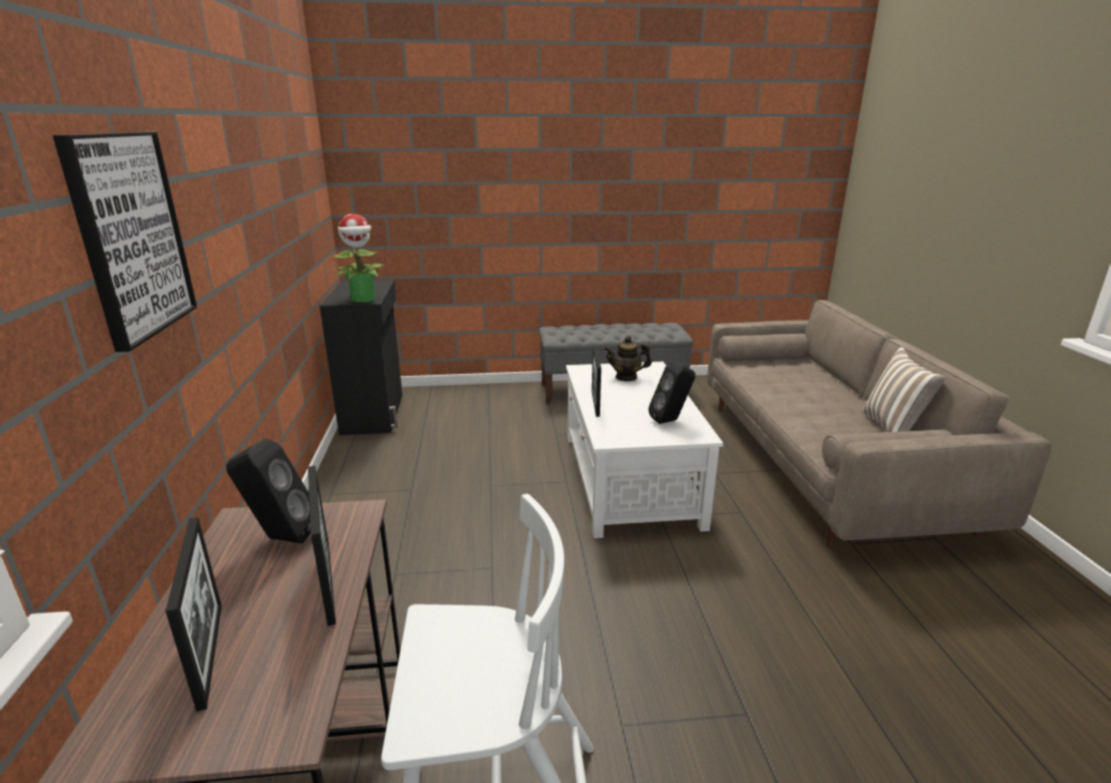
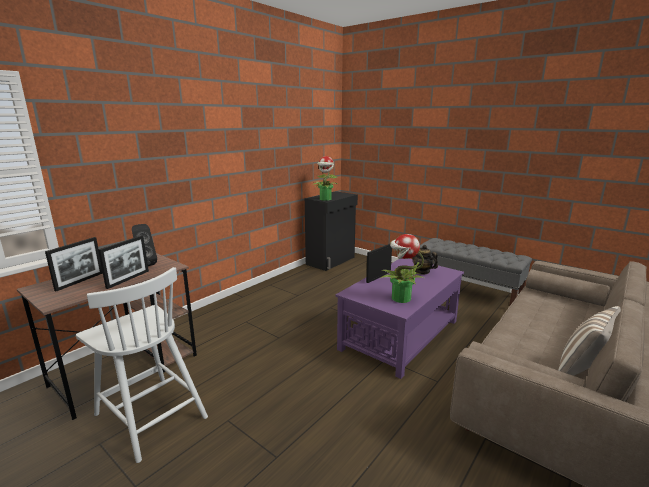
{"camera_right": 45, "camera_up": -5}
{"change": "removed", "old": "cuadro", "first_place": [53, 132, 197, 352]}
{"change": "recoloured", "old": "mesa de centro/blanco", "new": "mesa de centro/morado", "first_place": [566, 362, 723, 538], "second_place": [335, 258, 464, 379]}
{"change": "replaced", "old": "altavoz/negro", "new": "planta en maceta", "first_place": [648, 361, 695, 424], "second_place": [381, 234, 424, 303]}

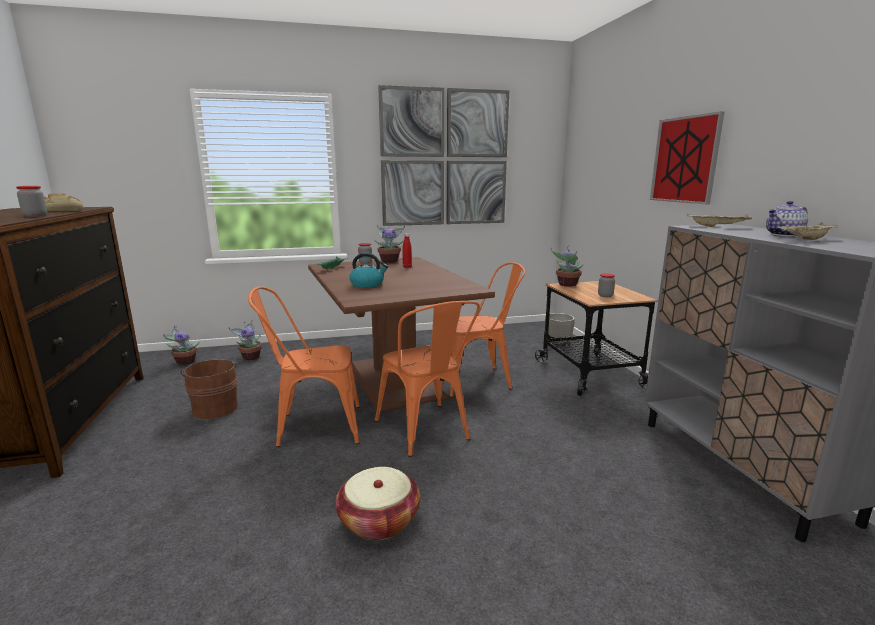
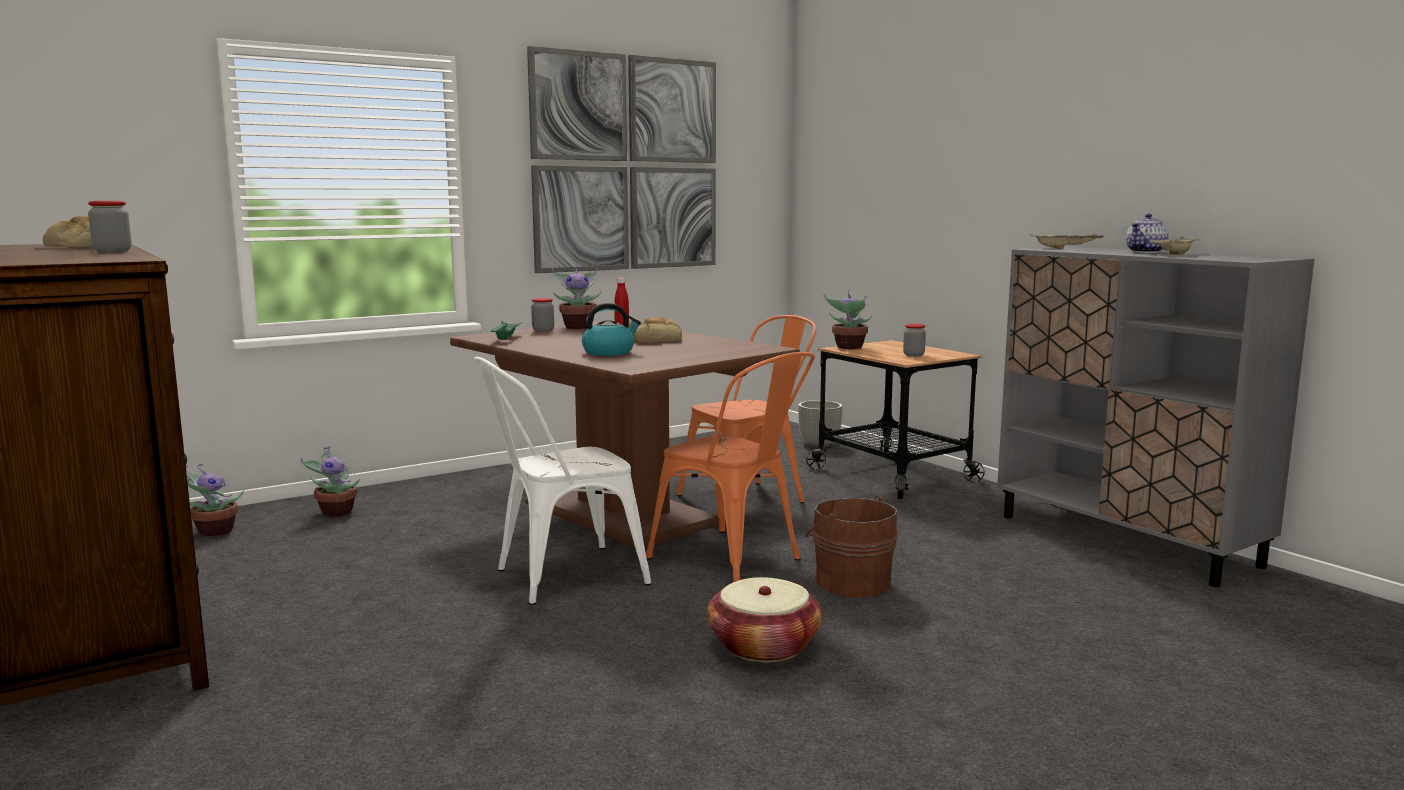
{"camera_right": -20, "camera_up": -5}
{"change": "moved", "old": "cubo/marrón", "first_place": [180, 359, 238, 419], "second_place": [805, 496, 898, 598]}
{"change": "recoloured", "old": "silla/naranja", "new": "silla/blanco", "first_place": [248, 286, 360, 447], "second_place": [474, 357, 651, 605]}
{"change": "removed", "old": "cuadro", "first_place": [650, 111, 725, 204]}
{"change": "added", "new": "pan", "second_place": [633, 317, 682, 342]}

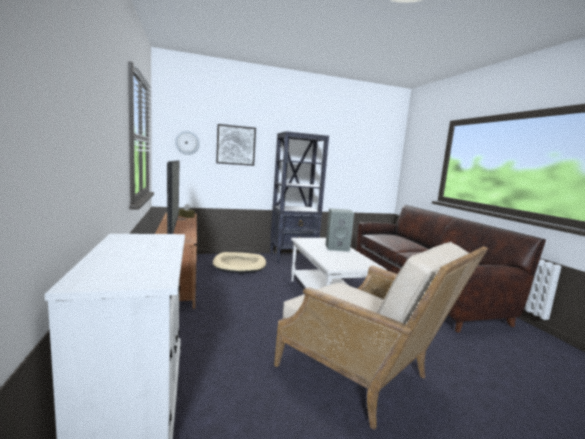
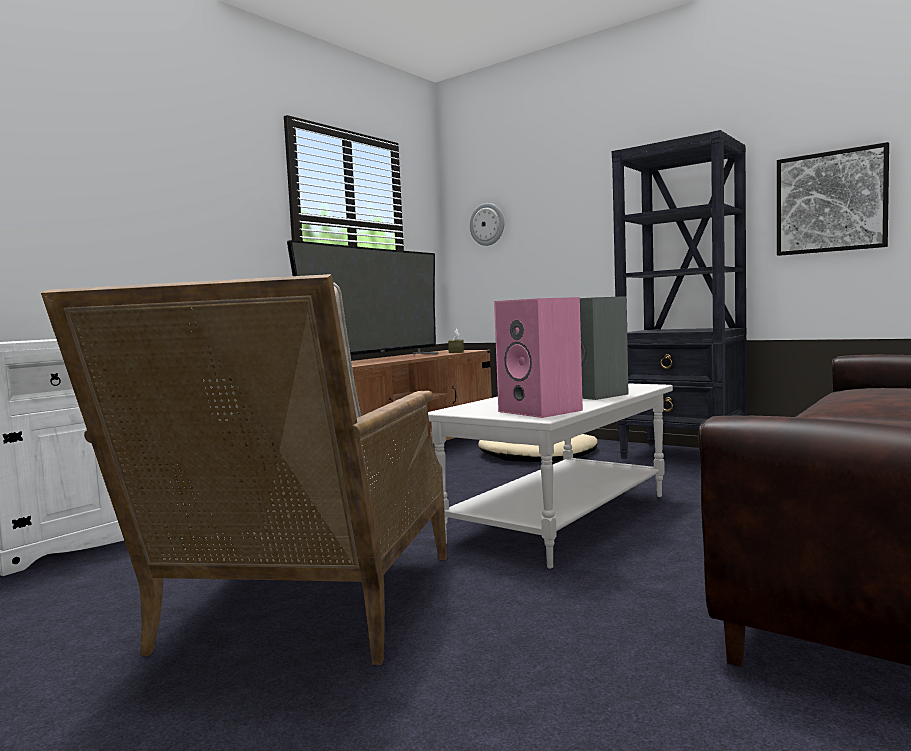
{"camera_right": 55, "camera_up": -5}
{"change": "moved", "old": "cuadro", "first_place": [216, 124, 256, 166], "second_place": [777, 142, 889, 256]}
{"change": "added", "new": "altavoz/rosa", "second_place": [494, 297, 583, 418]}

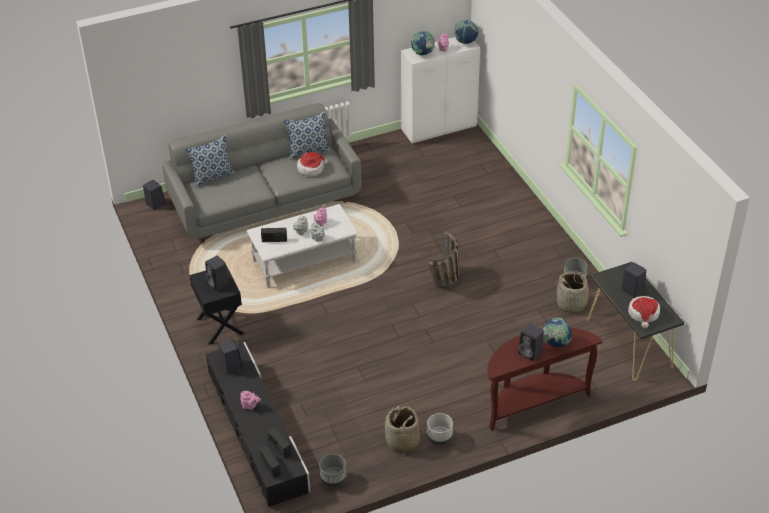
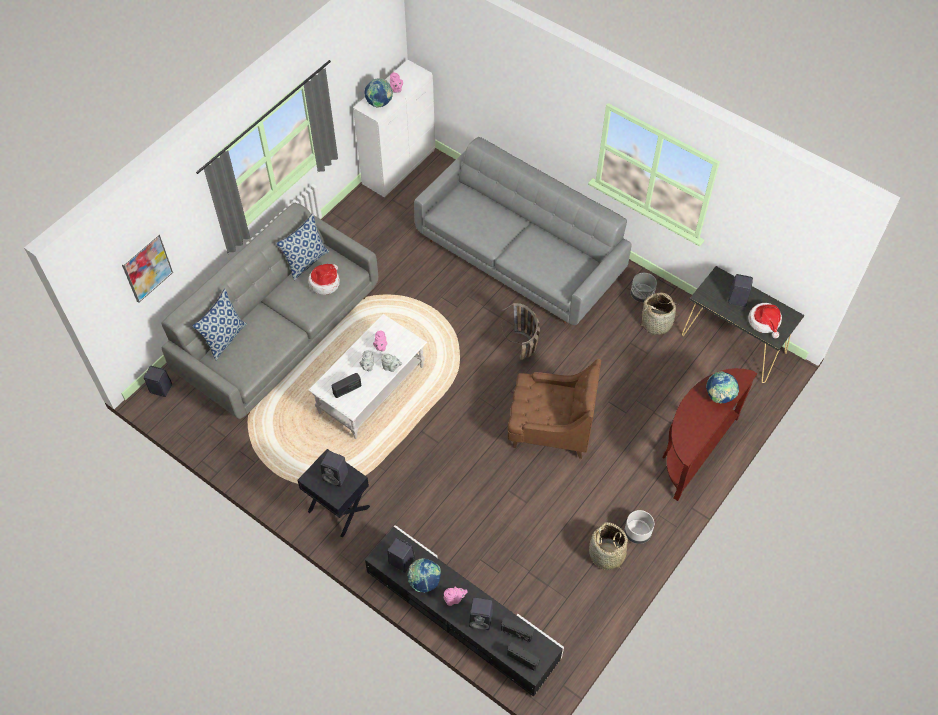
{"camera_right": -30, "camera_up": 15}
{"change": "removed", "old": "maceta/gris", "first_place": [319, 454, 347, 487]}
{"change": "moved", "old": "globo terráqueo", "first_place": [454, 20, 479, 44], "second_place": [407, 558, 441, 593]}
{"change": "moved", "old": "altavoz/negro", "first_place": [518, 323, 544, 361], "second_place": [469, 597, 492, 630]}
{"change": "added", "new": "cuadro", "second_place": [122, 233, 173, 303]}
{"change": "added", "new": "sofá/gris", "second_place": [414, 137, 631, 325]}
{"change": "added", "new": "sillón/marrón", "second_place": [508, 359, 601, 459]}

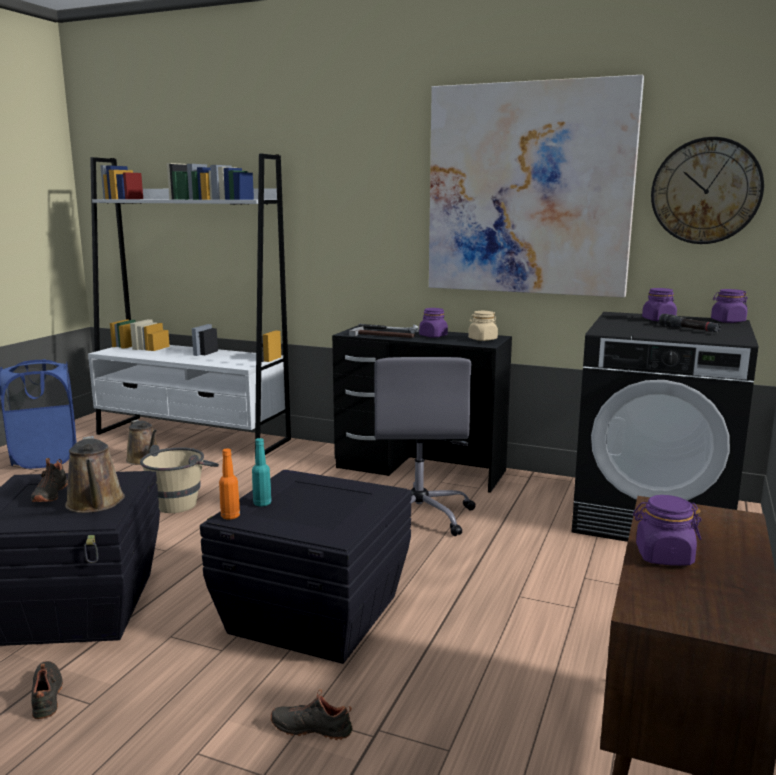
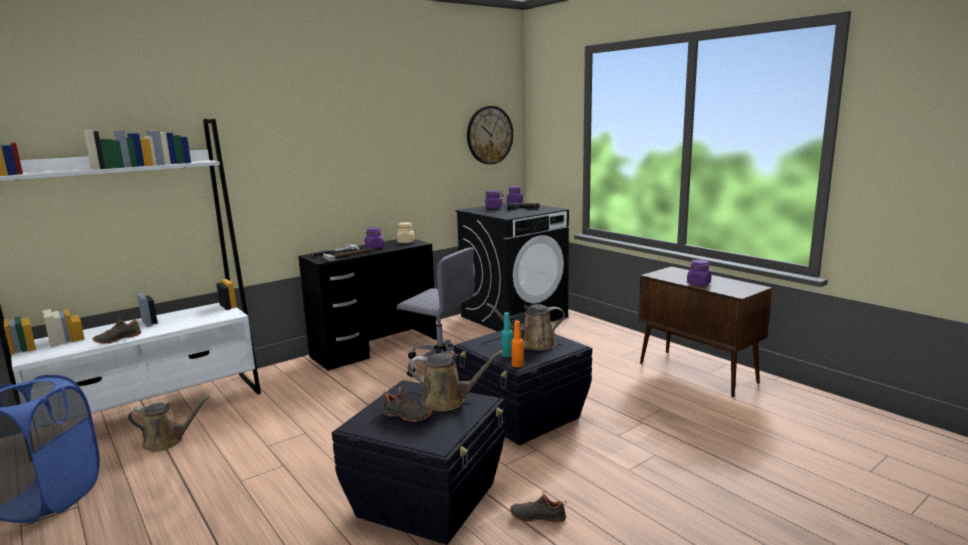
{"camera_right": -60, "camera_up": 0}
{"change": "removed", "old": "cubo/beis", "first_place": [140, 445, 219, 513]}
{"change": "moved", "old": "zapato/negro", "first_place": [271, 689, 353, 740], "second_place": [93, 318, 141, 344]}
{"change": "removed", "old": "cuadro", "first_place": [429, 75, 644, 298]}
{"change": "added", "new": "regadera/marrón", "second_place": [486, 303, 565, 351]}

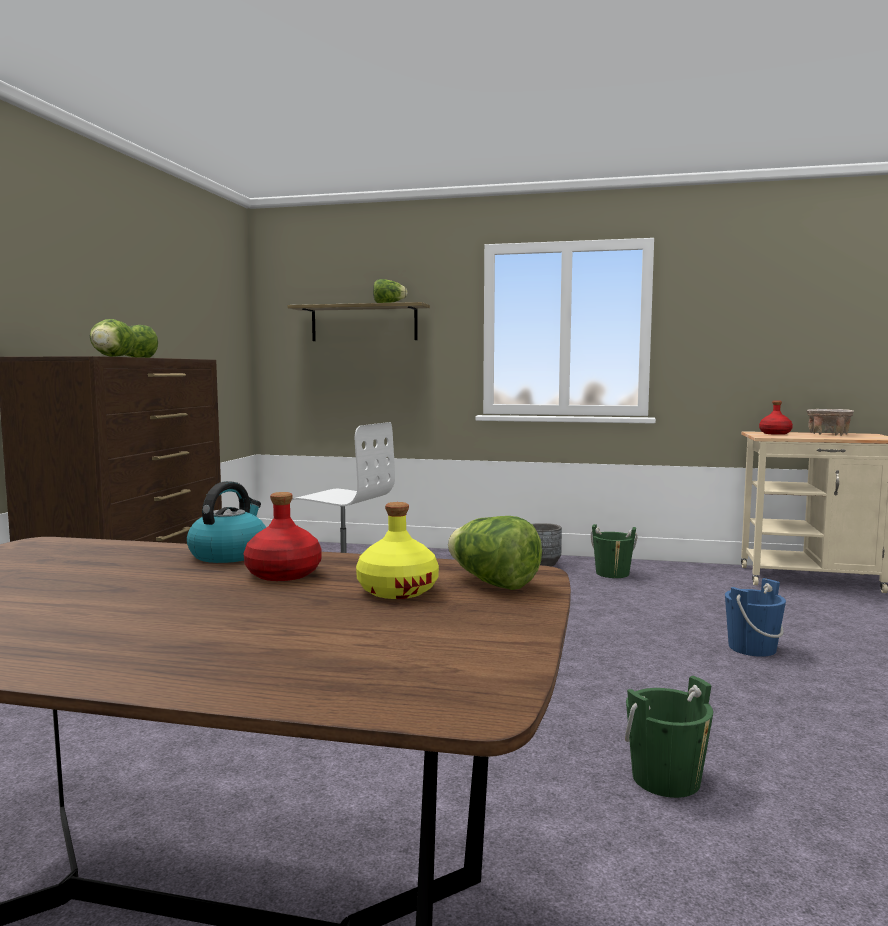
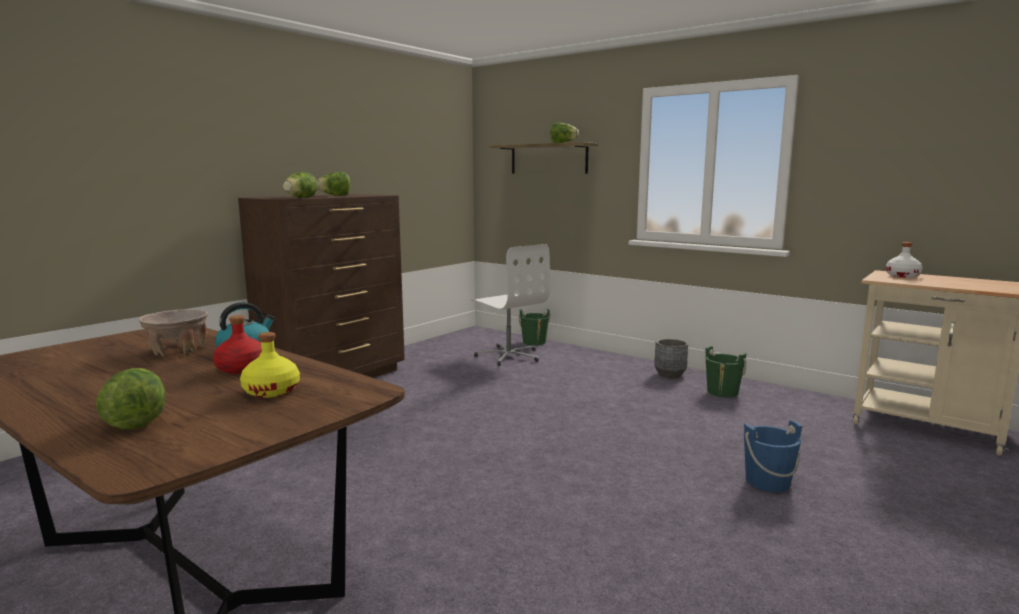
{"camera_right": 25, "camera_up": 5}
{"change": "moved", "old": "lechuga", "first_place": [448, 516, 542, 590], "second_place": [97, 368, 166, 430]}
{"change": "moved", "old": "cubo/verde", "first_place": [625, 676, 713, 798], "second_place": [519, 309, 551, 345]}
{"change": "recoloured", "old": "botella/rojo", "new": "botella/blanco", "first_place": [759, 401, 793, 435], "second_place": [886, 242, 923, 278]}
{"change": "moved", "old": "cuenco/beis", "first_place": [806, 409, 854, 436], "second_place": [139, 309, 208, 357]}

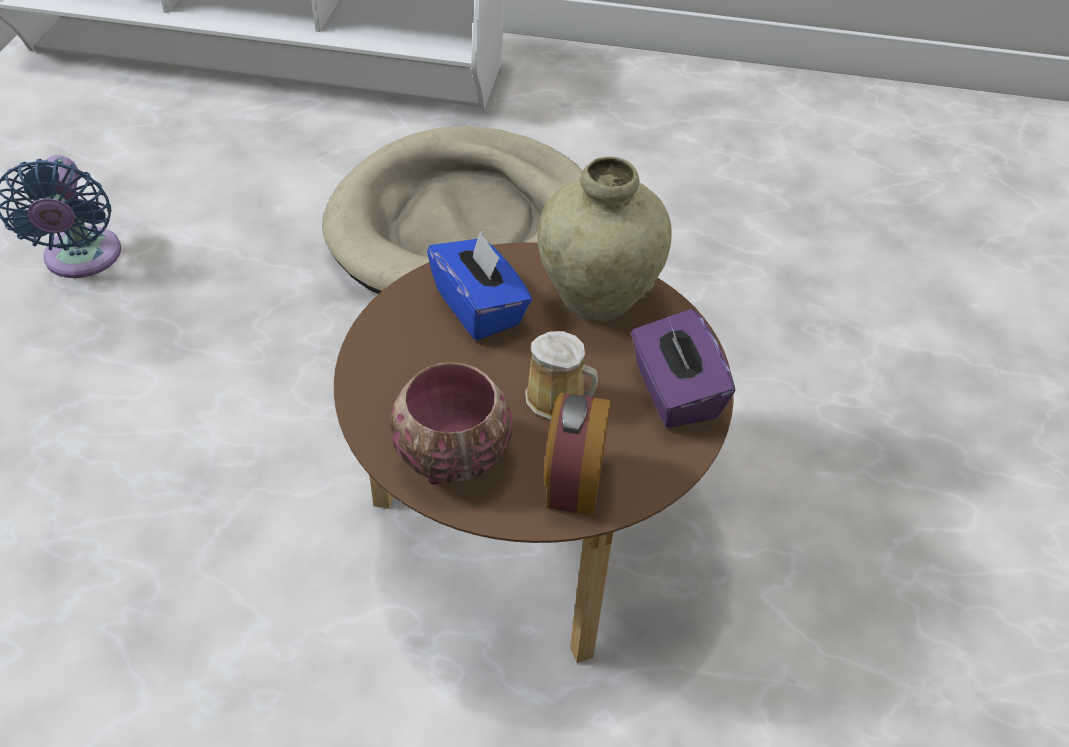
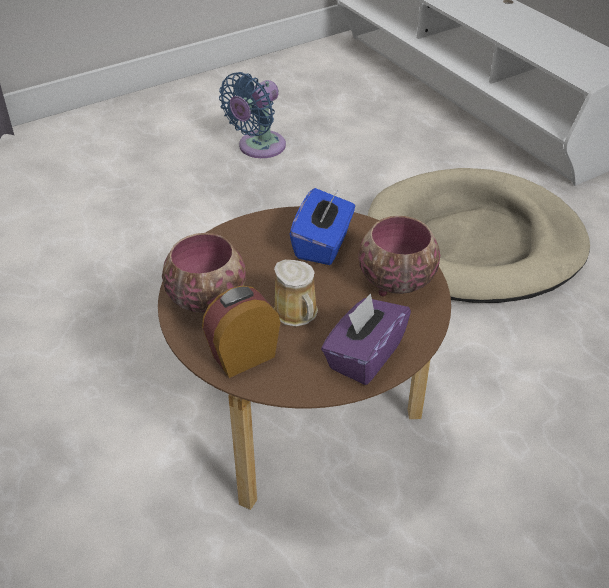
{"camera_right": 50, "camera_up": -5}
{"change": "replaced", "old": "florero/beis", "new": "cuenco", "first_place": [538, 156, 672, 322], "second_place": [359, 216, 440, 296]}

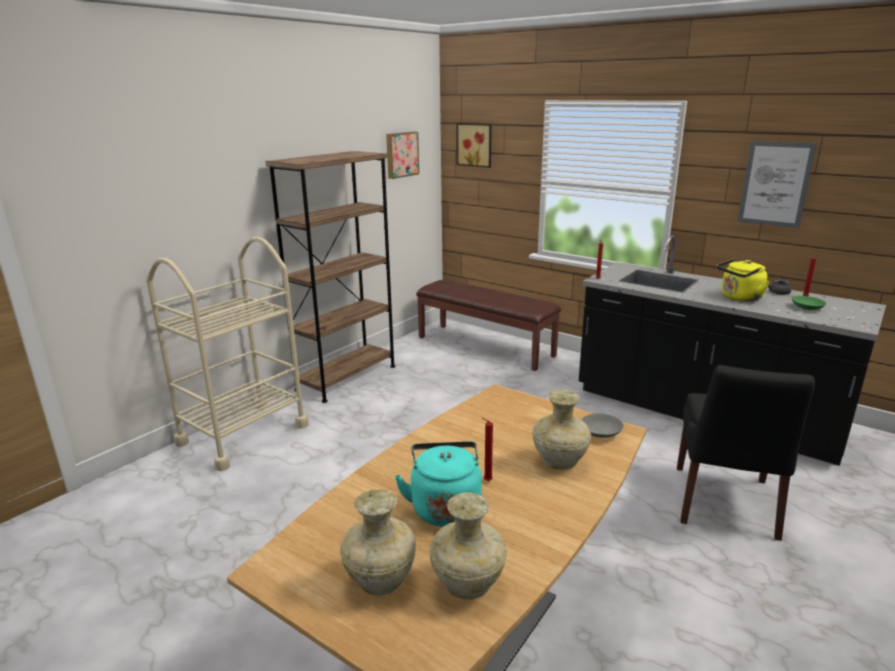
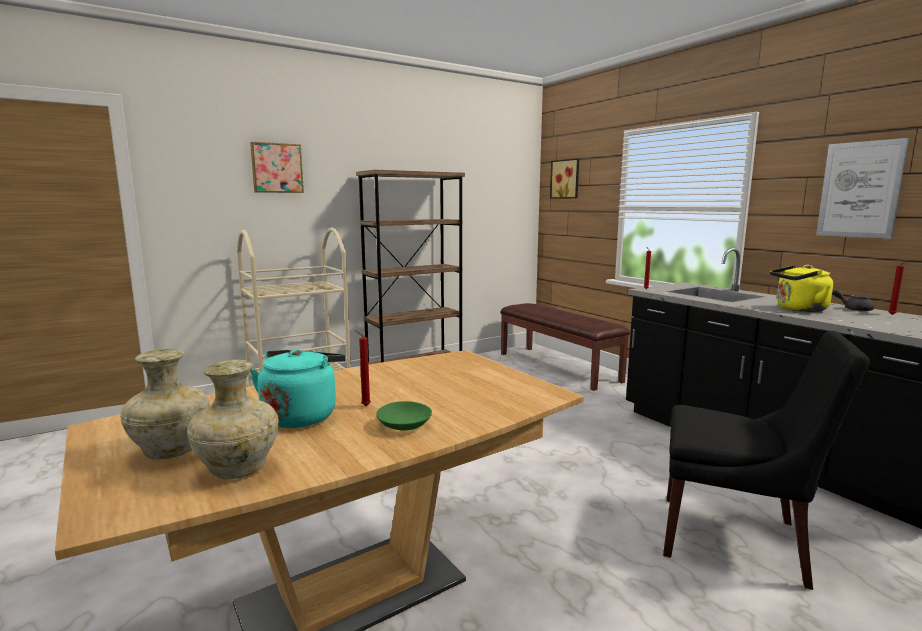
{"camera_right": 20, "camera_up": -10}
{"change": "moved", "old": "cuadro", "first_place": [386, 132, 419, 179], "second_place": [250, 142, 304, 193]}
{"change": "removed", "old": "florero/beis", "first_place": [532, 390, 591, 470]}
{"change": "removed", "old": "cuenco/gris", "first_place": [581, 413, 624, 438]}
{"change": "turned", "old": "silla/negro", "first_place": [677, 365, 815, 541], "second_place": [663, 331, 870, 590], "degrees": -105}
{"change": "moved", "old": "cuenco/verde", "first_place": [792, 296, 826, 310], "second_place": [376, 401, 432, 430]}

